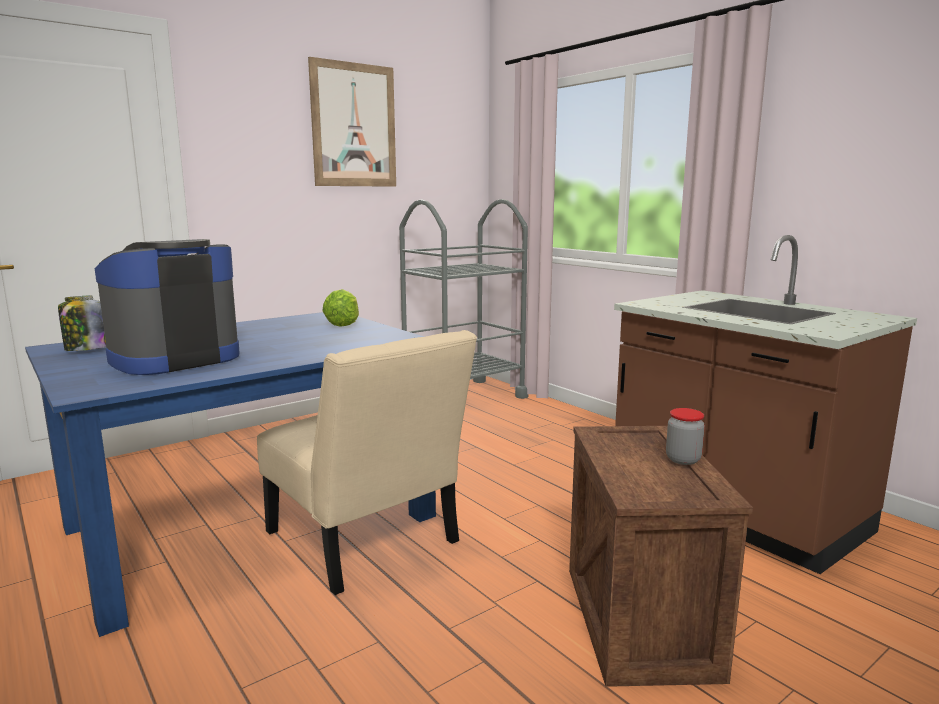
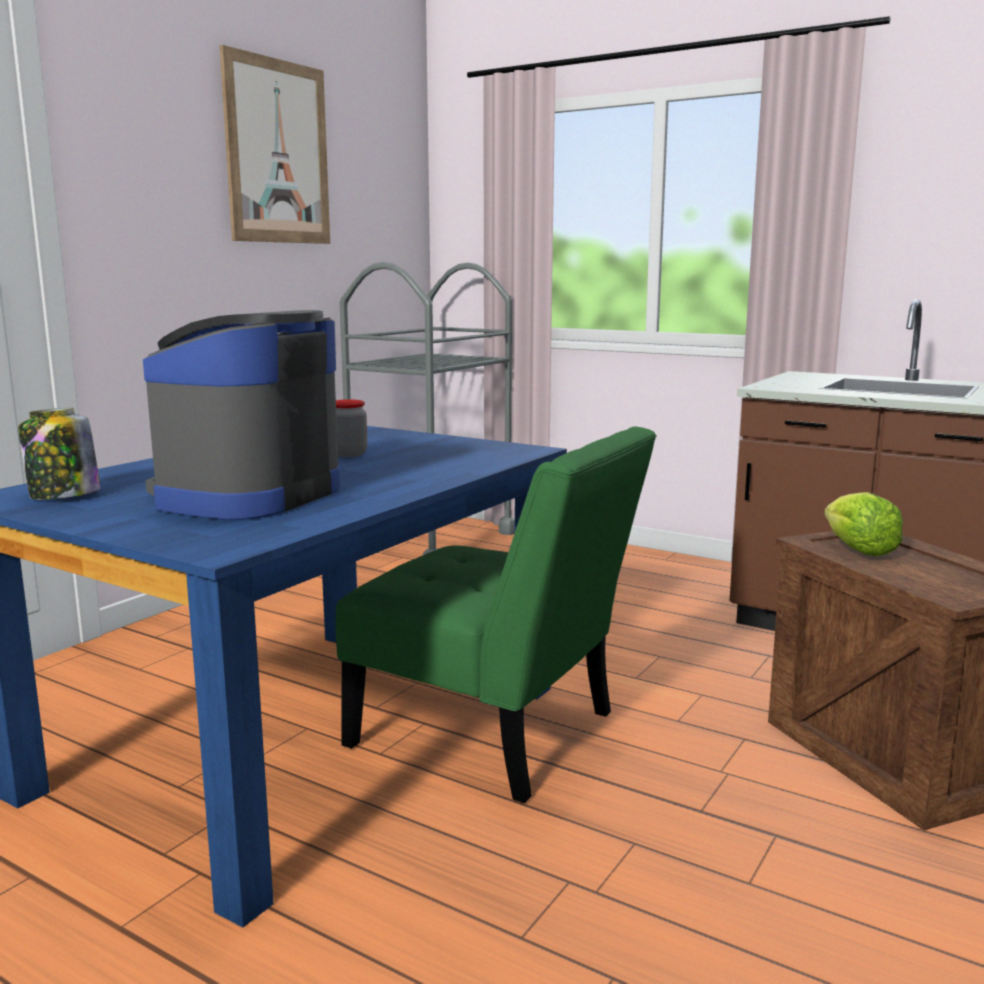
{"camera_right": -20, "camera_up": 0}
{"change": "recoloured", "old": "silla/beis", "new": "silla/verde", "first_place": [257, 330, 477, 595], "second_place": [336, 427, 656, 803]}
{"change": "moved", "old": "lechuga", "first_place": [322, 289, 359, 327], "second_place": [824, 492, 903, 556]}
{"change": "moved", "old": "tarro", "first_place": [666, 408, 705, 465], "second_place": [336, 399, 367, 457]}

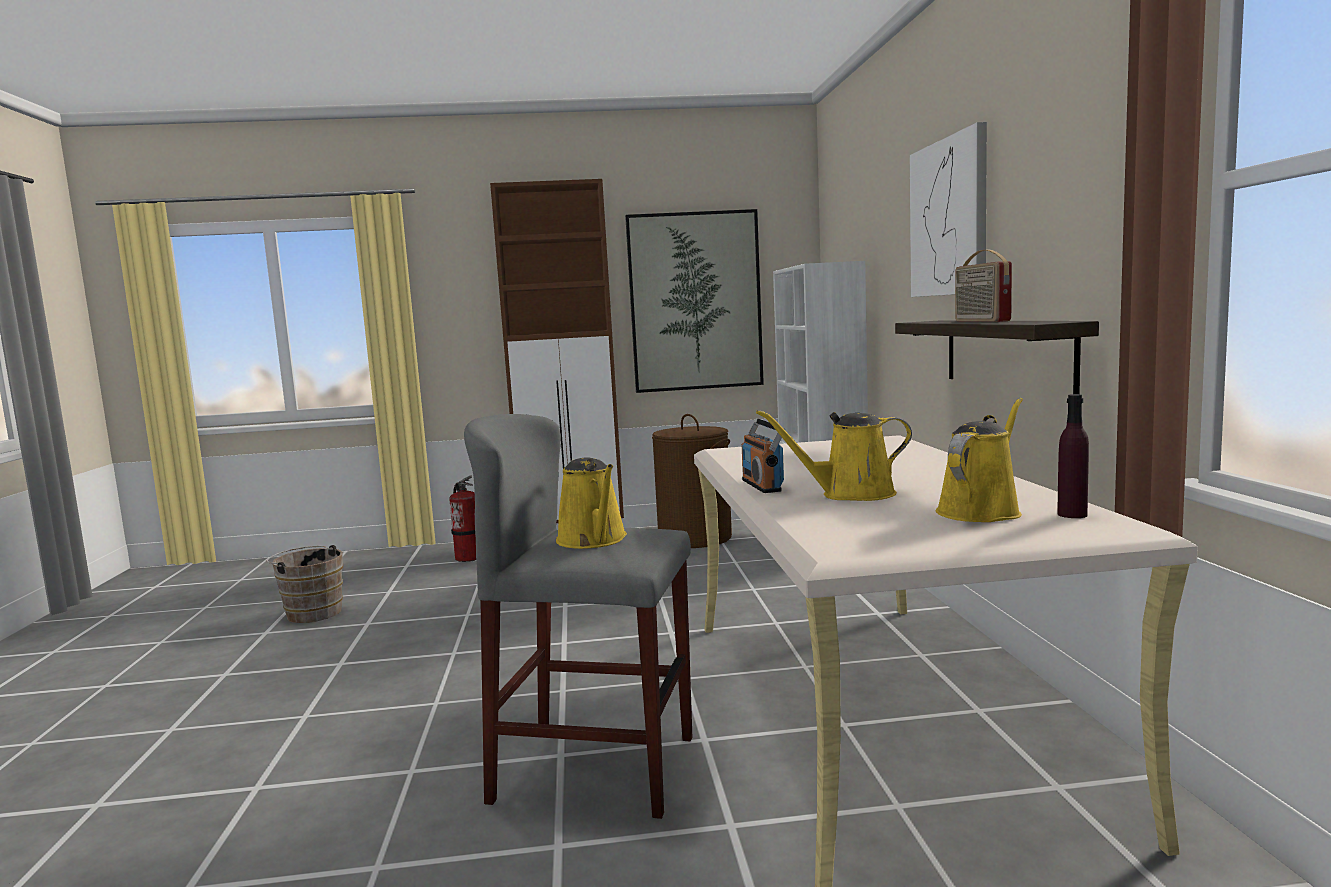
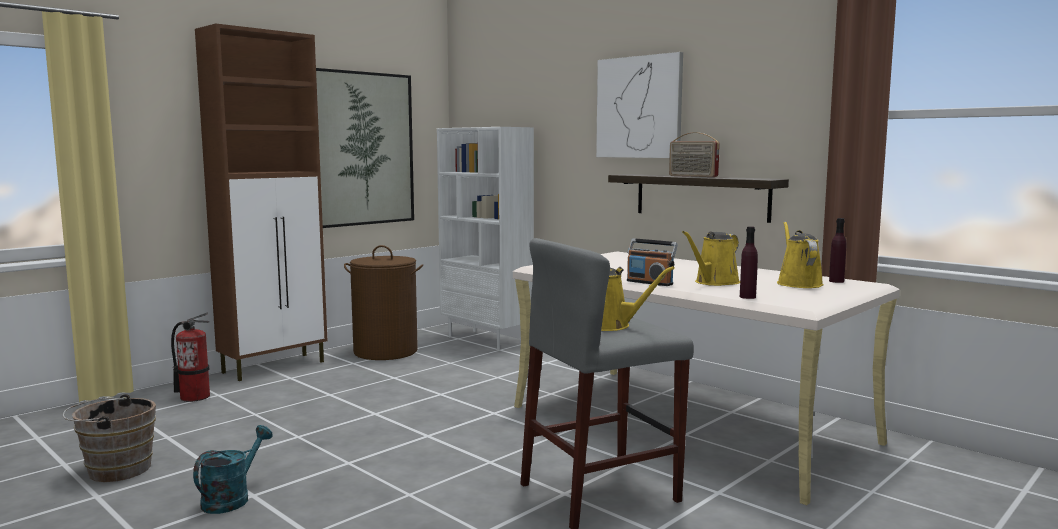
{"camera_right": -40, "camera_up": 0}
{"change": "added", "new": "regadera/turquesa", "second_place": [193, 425, 273, 514]}
{"change": "added", "new": "botella/morado", "second_place": [740, 226, 758, 299]}

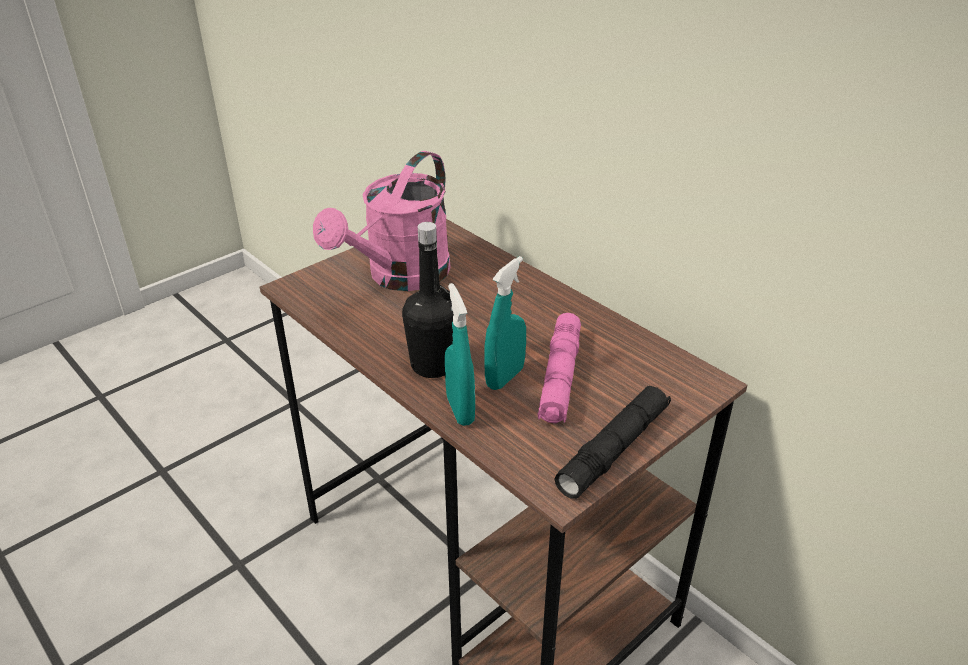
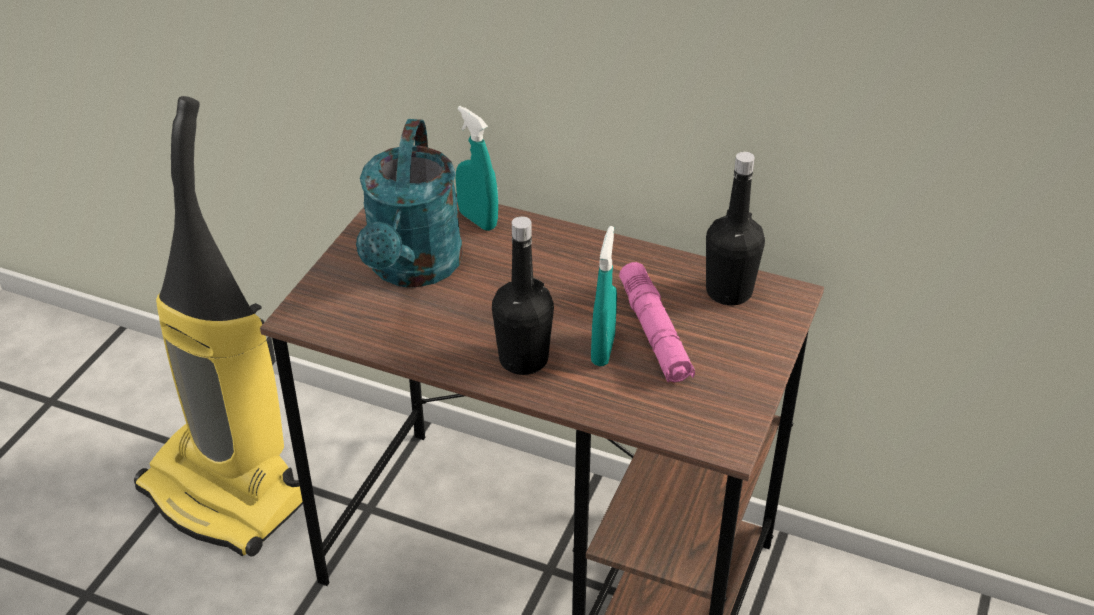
{"camera_right": -25, "camera_up": 5}
{"change": "recoloured", "old": "regadera/rosa", "new": "regadera/turquesa", "first_place": [313, 151, 451, 291], "second_place": [356, 119, 463, 287]}
{"change": "moved", "old": "pulverizador/turquesa", "first_place": [445, 283, 475, 426], "second_place": [456, 106, 498, 231]}
{"change": "removed", "old": "linterna/negro", "first_place": [555, 386, 671, 499]}
{"change": "added", "new": "aspiradora", "second_place": [134, 96, 303, 556]}
{"change": "added", "new": "botella/negro", "second_place": [706, 152, 765, 305]}

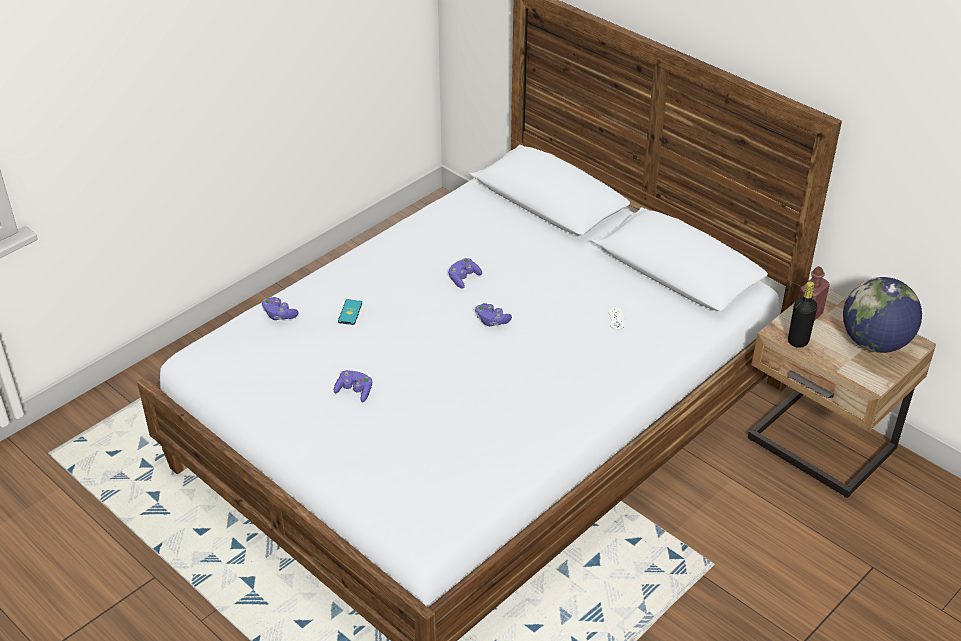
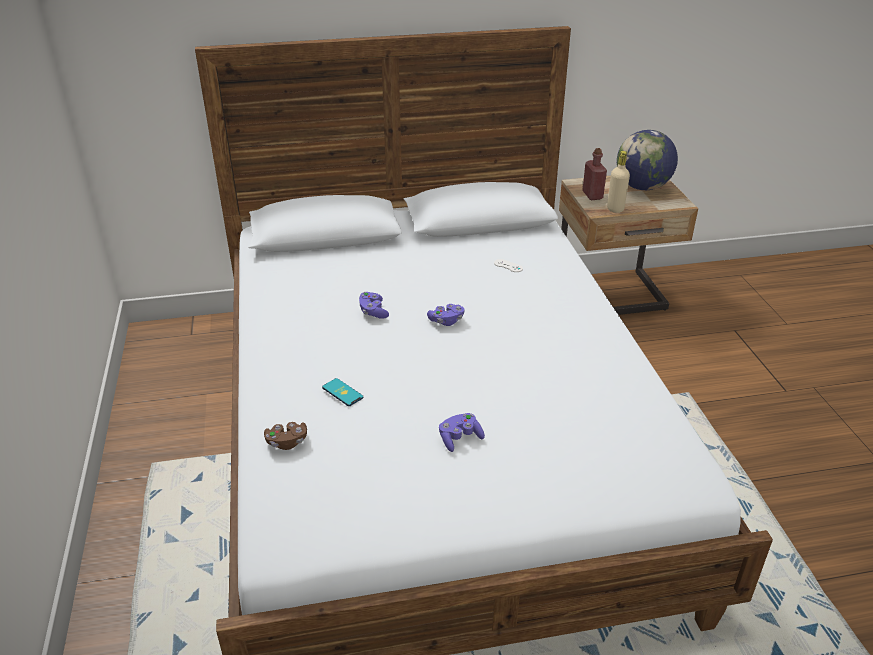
{"camera_right": -55, "camera_up": -5}
{"change": "recoloured", "old": "mando de consola/morado", "new": "mando de consola/marrón", "first_place": [262, 297, 299, 320], "second_place": [264, 422, 307, 450]}
{"change": "recoloured", "old": "botella/negro", "new": "botella/beis", "first_place": [788, 281, 817, 348], "second_place": [607, 151, 630, 213]}

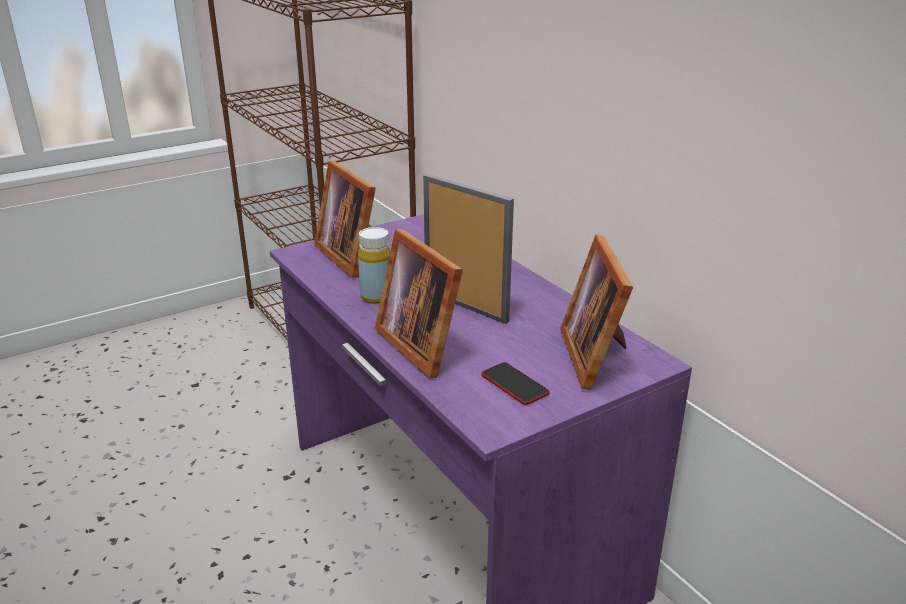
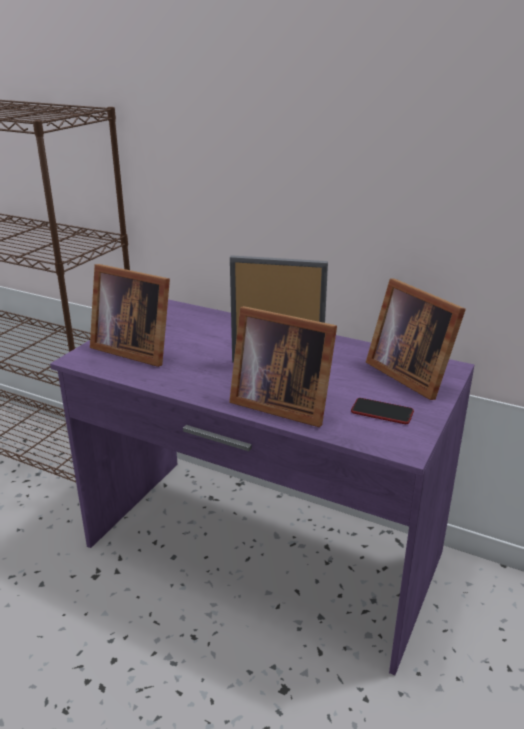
{"camera_right": -30, "camera_up": 0}
{"change": "removed", "old": "botella/amarillo", "first_place": [358, 227, 391, 304]}

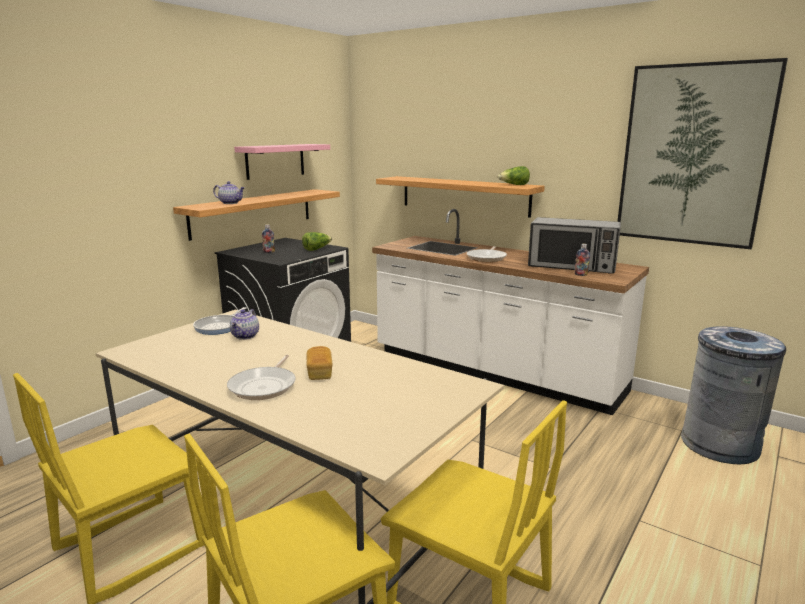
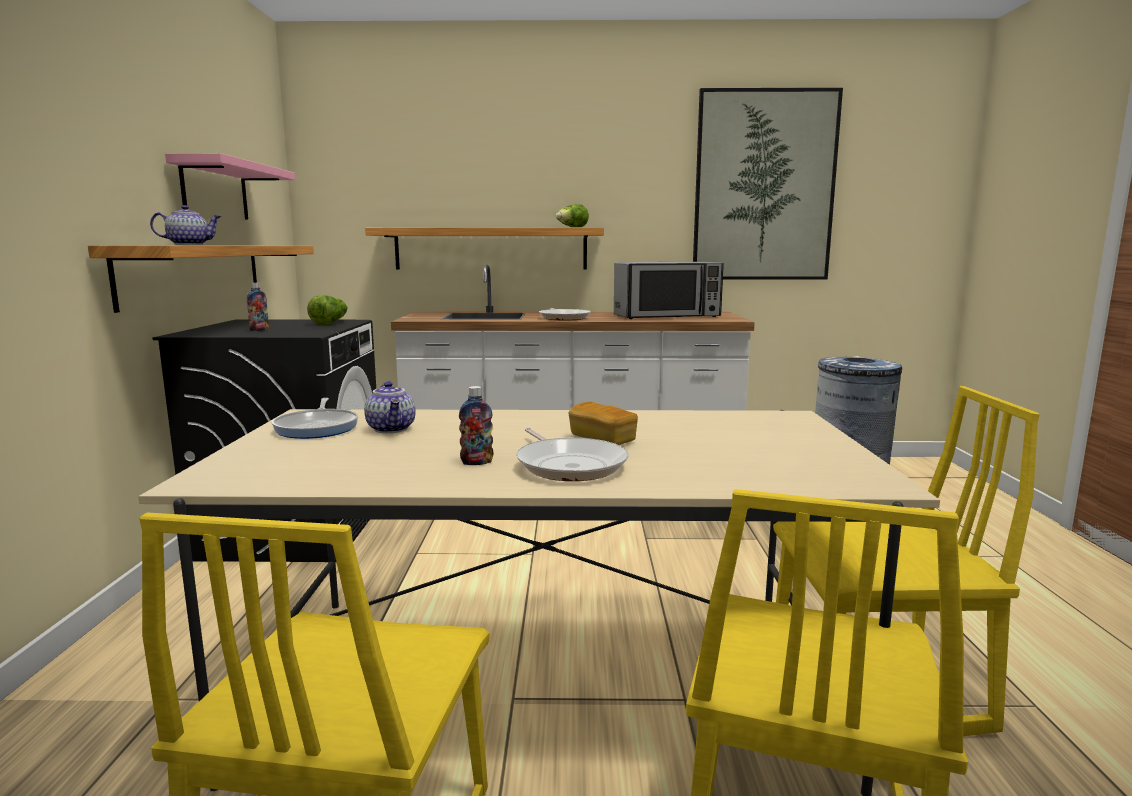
{"camera_right": -35, "camera_up": -5}
{"change": "moved", "old": "botella", "first_place": [574, 244, 590, 276], "second_place": [459, 386, 493, 465]}

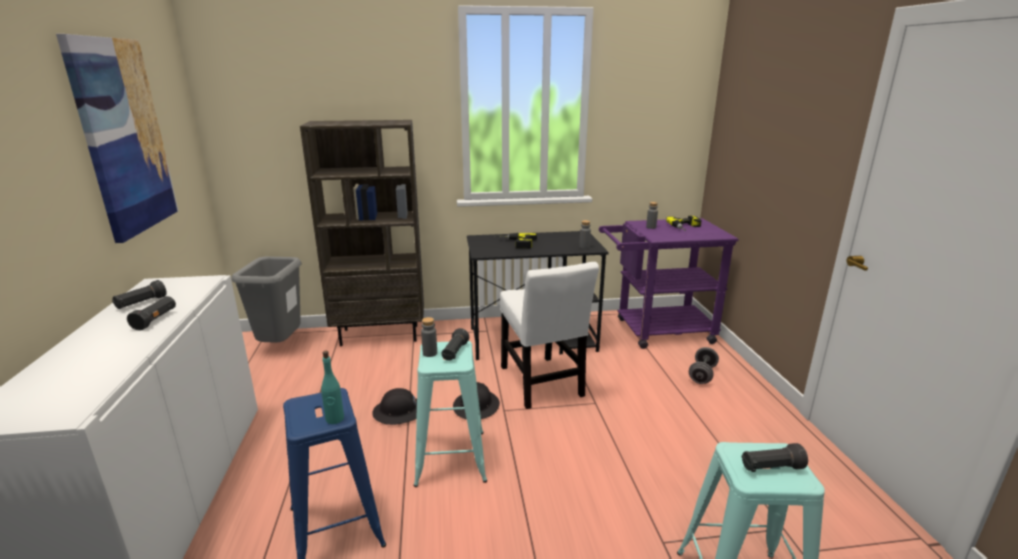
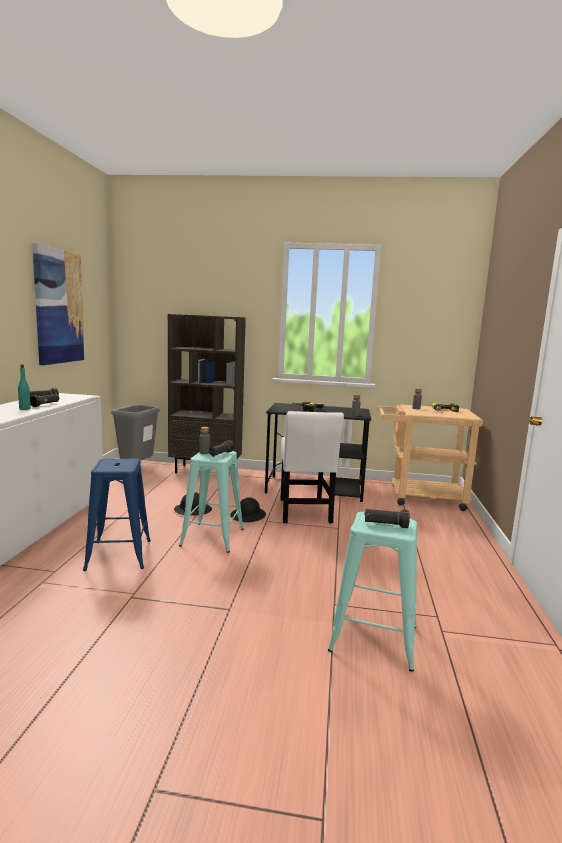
{"camera_right": 15, "camera_up": -10}
{"change": "moved", "old": "botella/turquesa", "first_place": [321, 351, 344, 424], "second_place": [18, 364, 31, 410]}
{"change": "recoloured", "old": "carrito/morado", "new": "carrito/beis", "first_place": [599, 218, 739, 349], "second_place": [377, 405, 483, 511]}
{"change": "removed", "old": "mancuerna/gris", "first_place": [689, 347, 719, 384]}

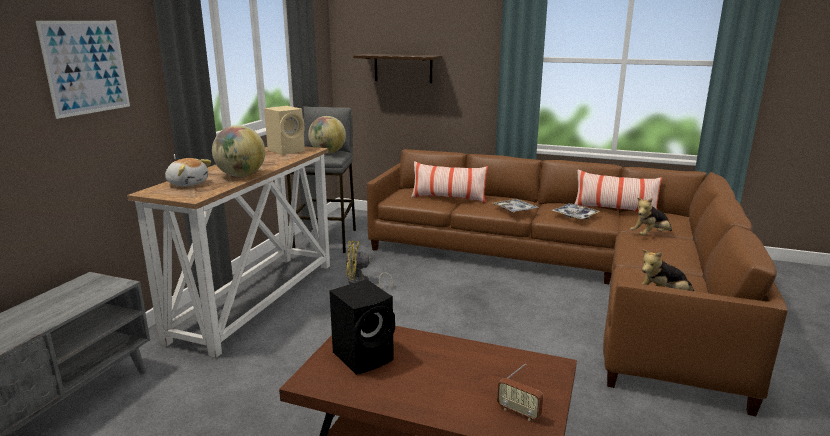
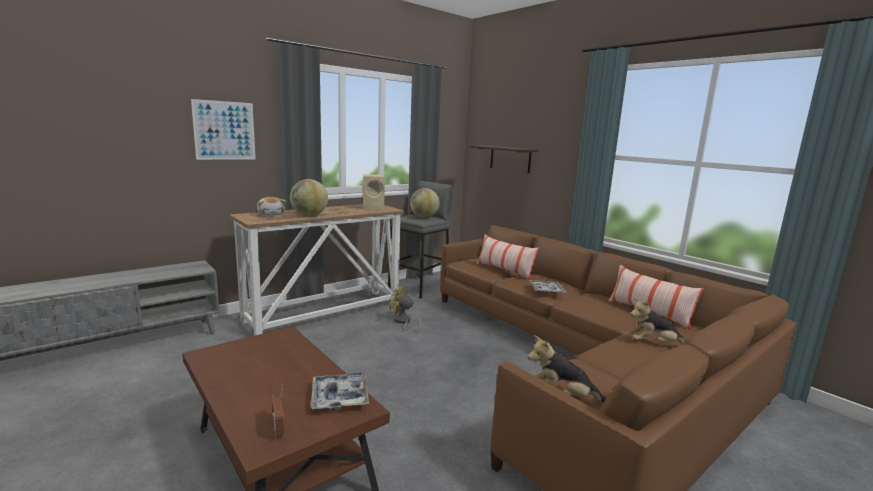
{"camera_right": 30, "camera_up": -5}
{"change": "removed", "old": "altavoz/negro", "first_place": [329, 279, 395, 375]}
{"change": "moved", "old": "bandeja", "first_place": [551, 203, 600, 220], "second_place": [311, 372, 369, 411]}

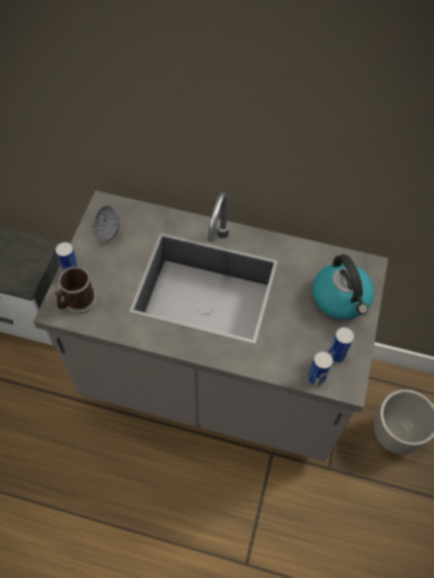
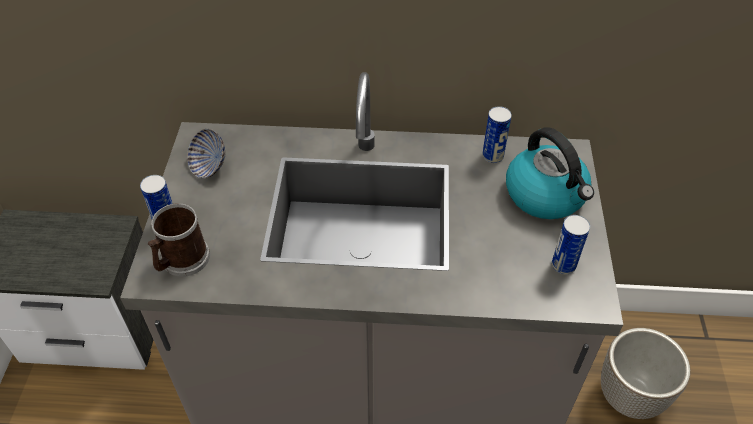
{"camera_right": -10, "camera_up": -10}
{"change": "moved", "old": "lata", "first_place": [308, 351, 333, 387], "second_place": [482, 106, 512, 163]}

